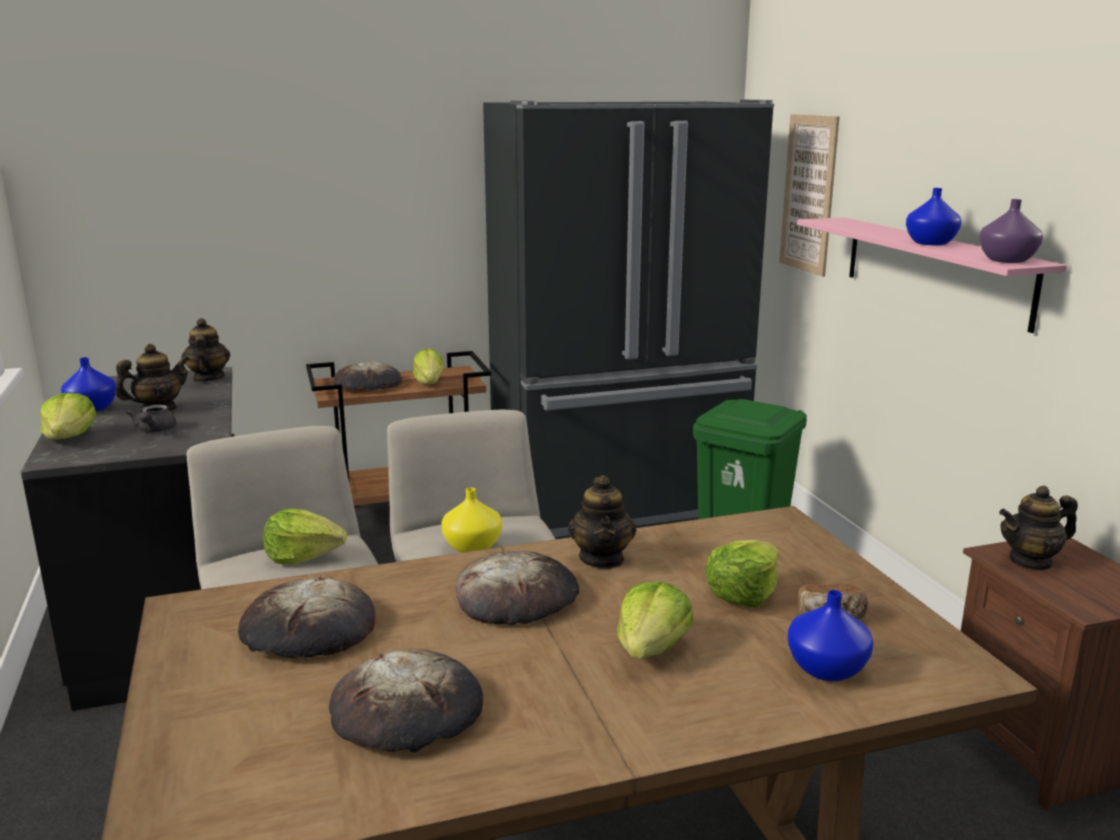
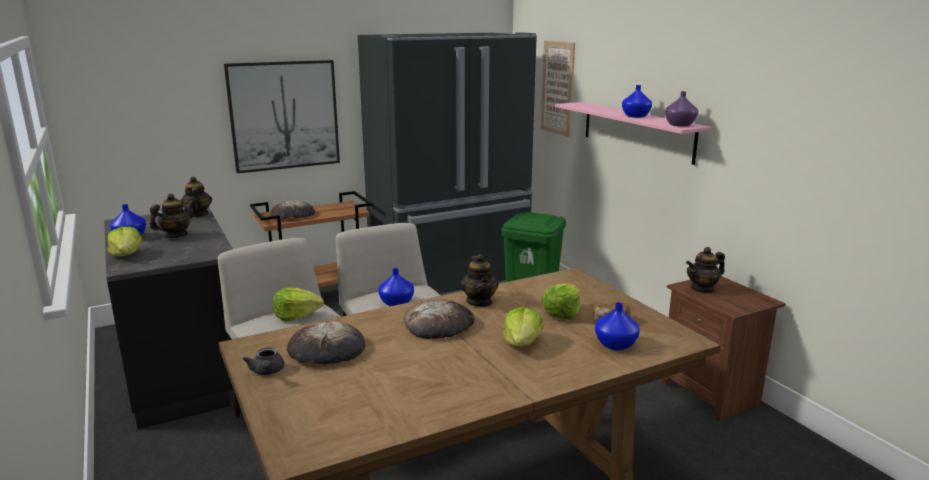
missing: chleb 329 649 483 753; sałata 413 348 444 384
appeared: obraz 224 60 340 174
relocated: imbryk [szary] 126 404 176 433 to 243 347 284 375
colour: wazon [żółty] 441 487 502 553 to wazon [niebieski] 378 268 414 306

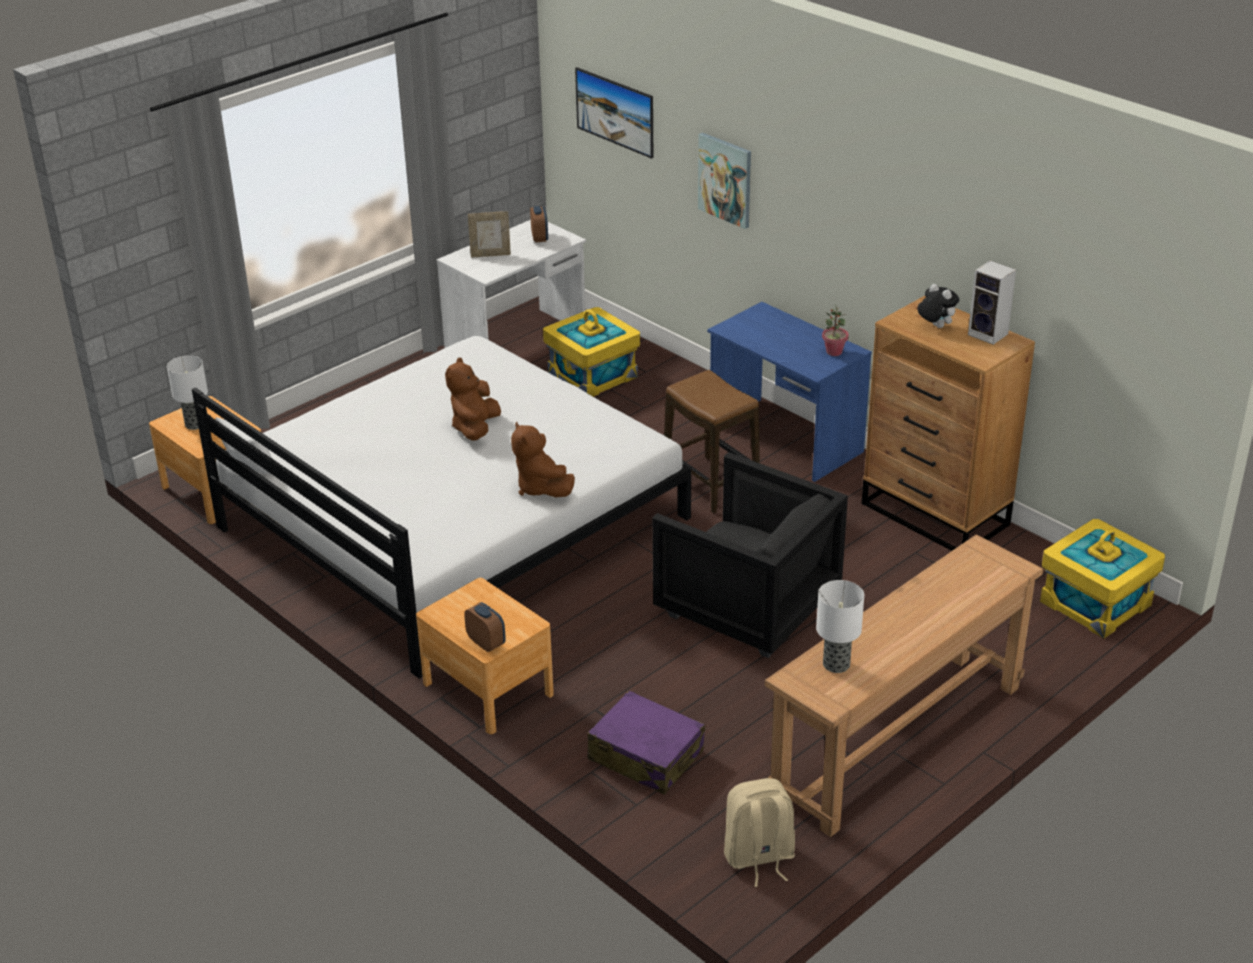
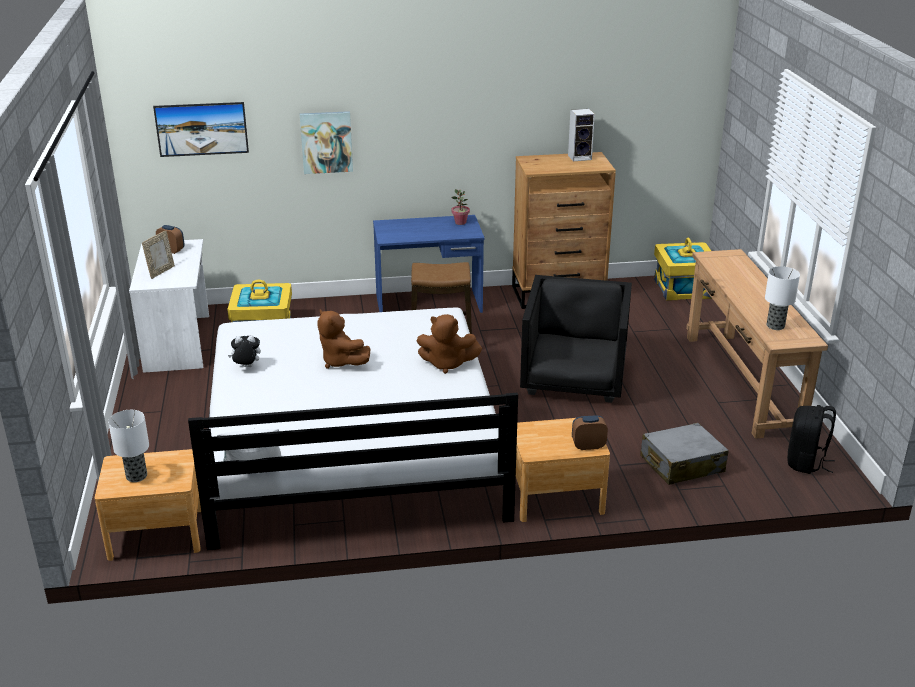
relocated: pluszak 917 284 959 328 to 228 335 261 367
colour: walizka [fioletowy] 588 690 705 795 to walizka [szary] 640 423 729 485; plecak [beżowy] 724 778 795 887 to plecak [czarny] 787 405 836 474
spun: fotel [czarny] 652 452 848 658 = 520 275 632 403 60 degrees counterclockwise

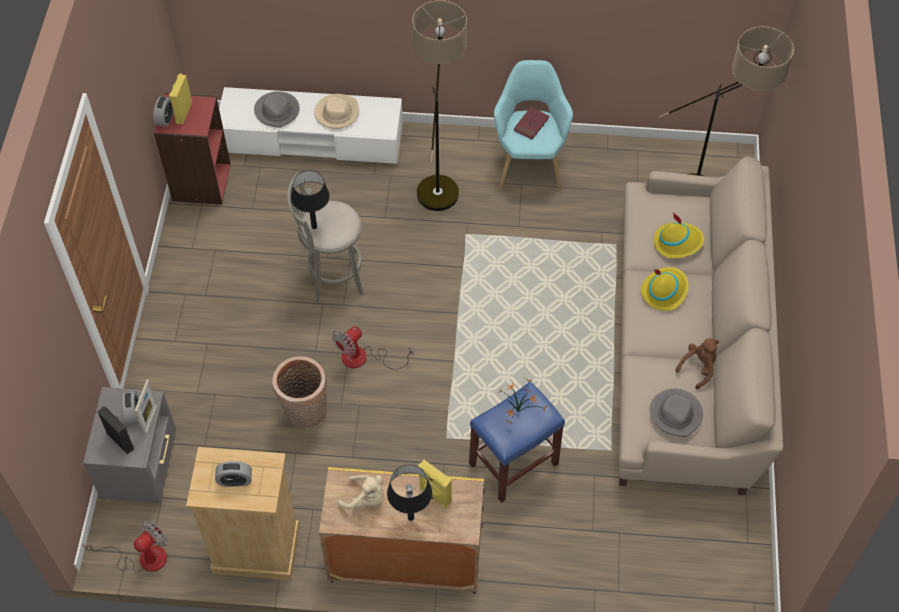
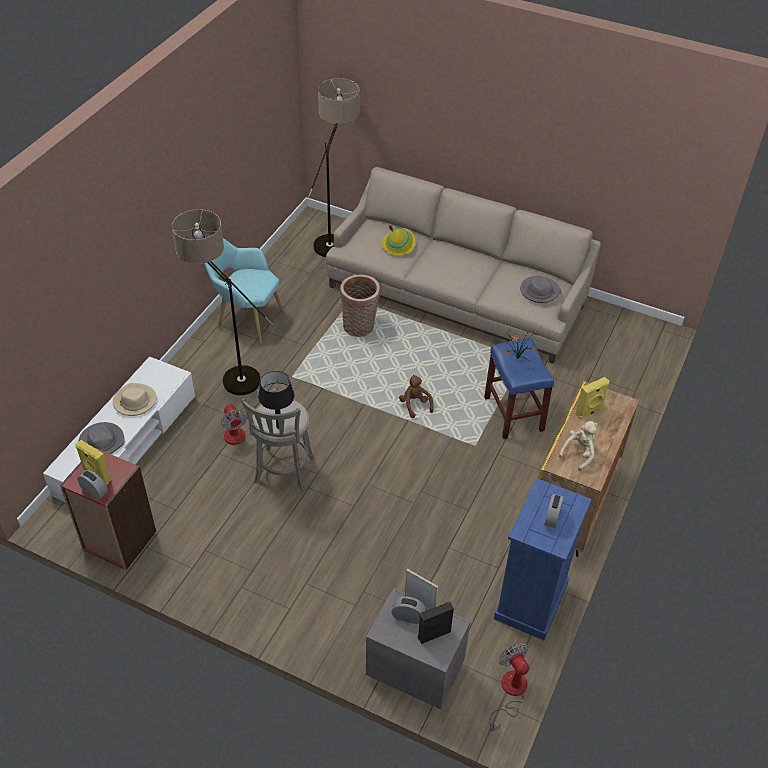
missing: lampa stołowa [czarny] 387 465 432 521; książka [czerwony] 514 107 549 140; kapelusz [żółty] 641 267 689 311
relocated: koszyk 272 356 327 429 to 340 274 380 337; wentylator 332 326 414 370 to 221 389 259 445; pluszak [brązowy] 675 338 719 389 to 399 375 433 418
colour: komoda [beżowy] 186 447 300 580 to komoda [niebieski] 494 478 592 640

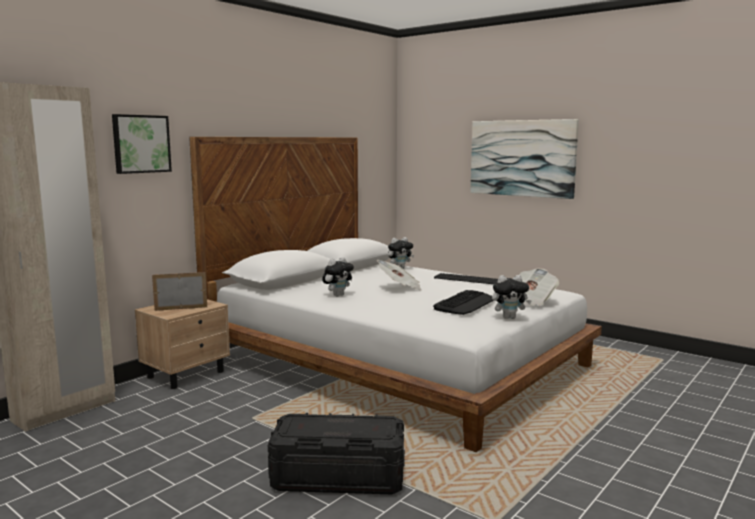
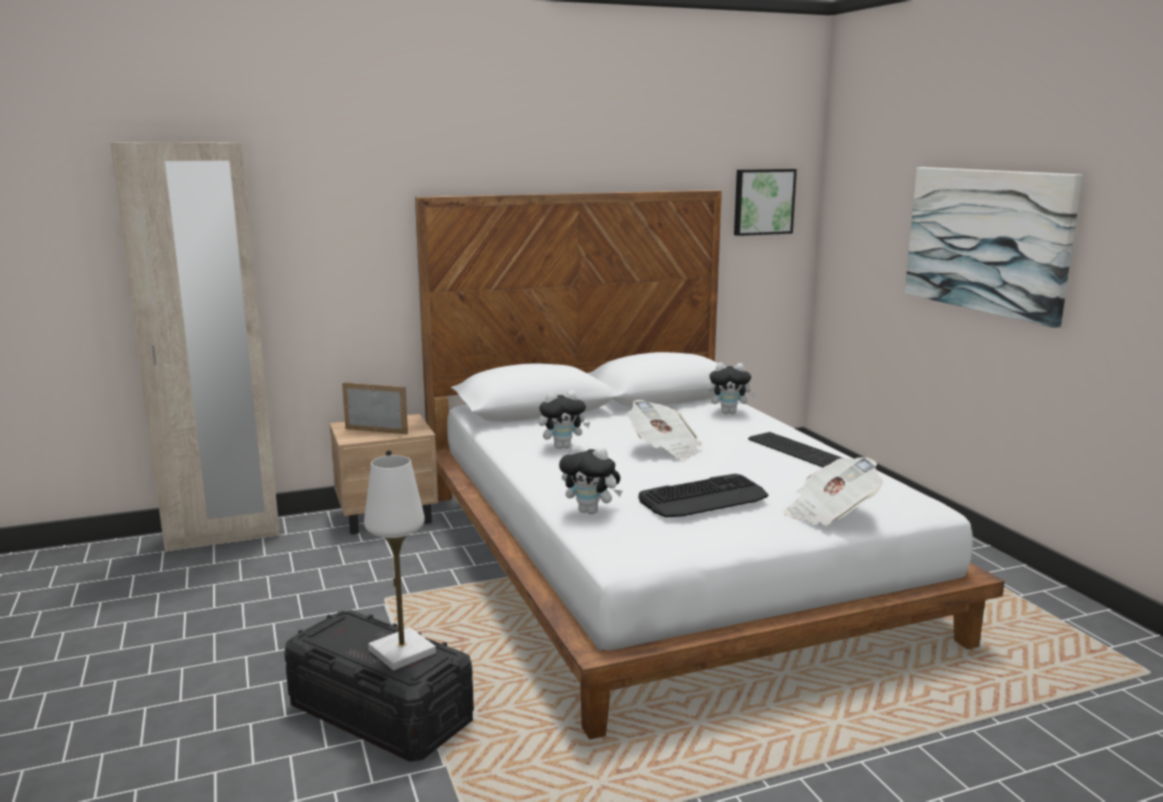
appeared: lampa stołowa [biały] 364 455 436 670
relocated: obraz 112 114 172 174 to 734 169 797 236; pluszak 492 275 532 319 to 559 443 622 514

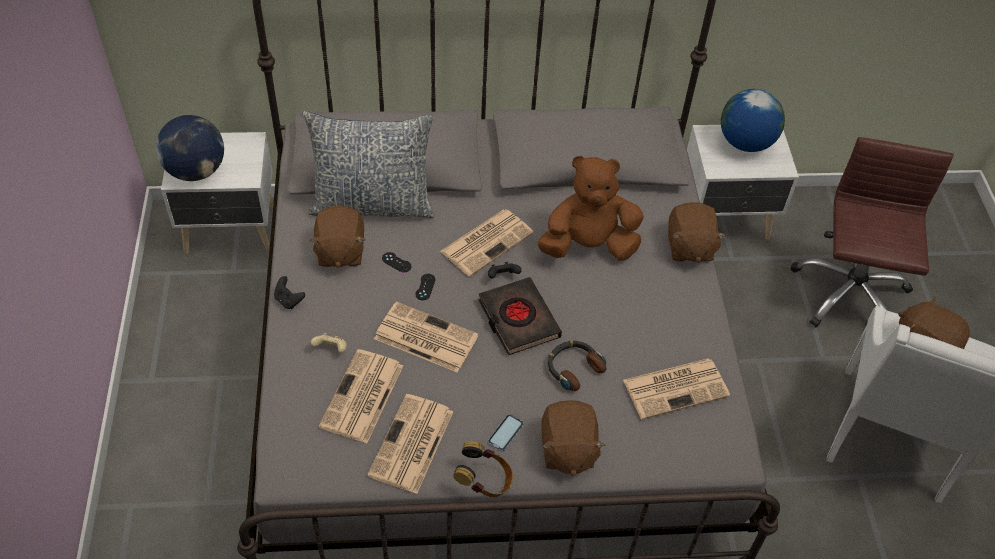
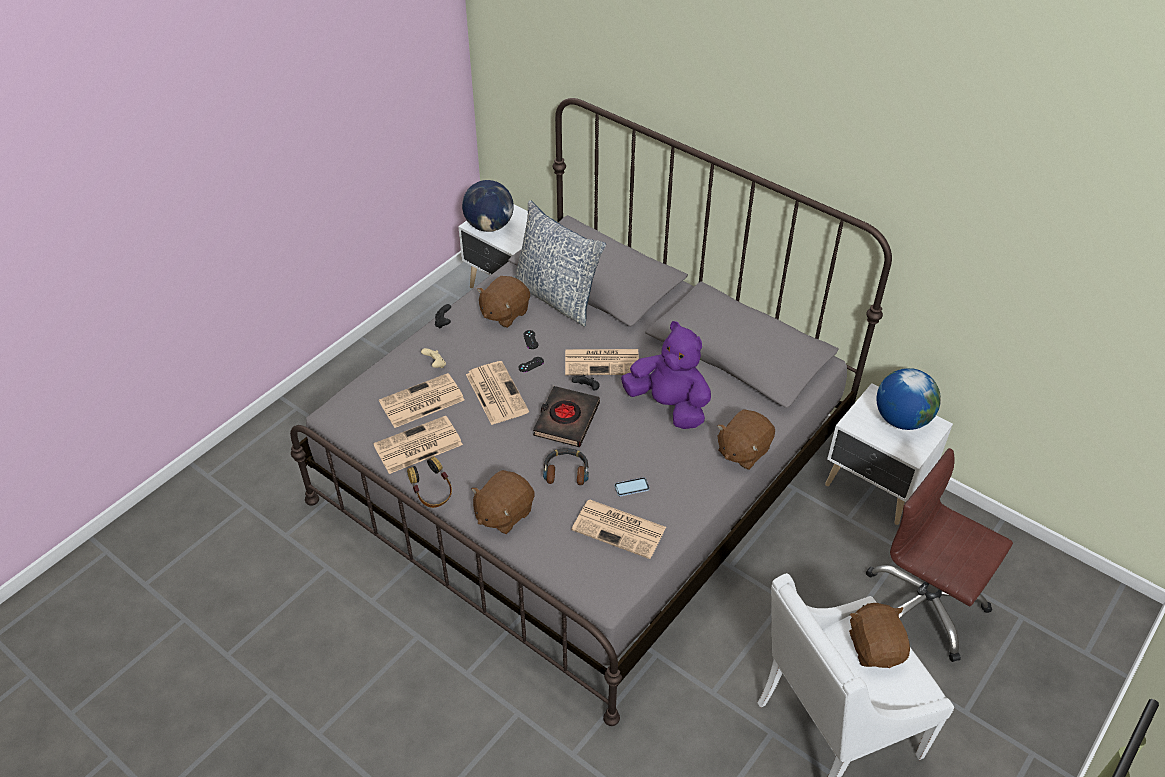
relocated: telefon 488 414 524 451 to 614 477 650 497
colour: pluszak [brązowy] 537 156 643 261 to pluszak [fioletowy] 621 321 711 429
spun: krzesło biurowe [brązowy] 791 137 954 328 = 866 448 1013 662 105 degrees counterclockwise

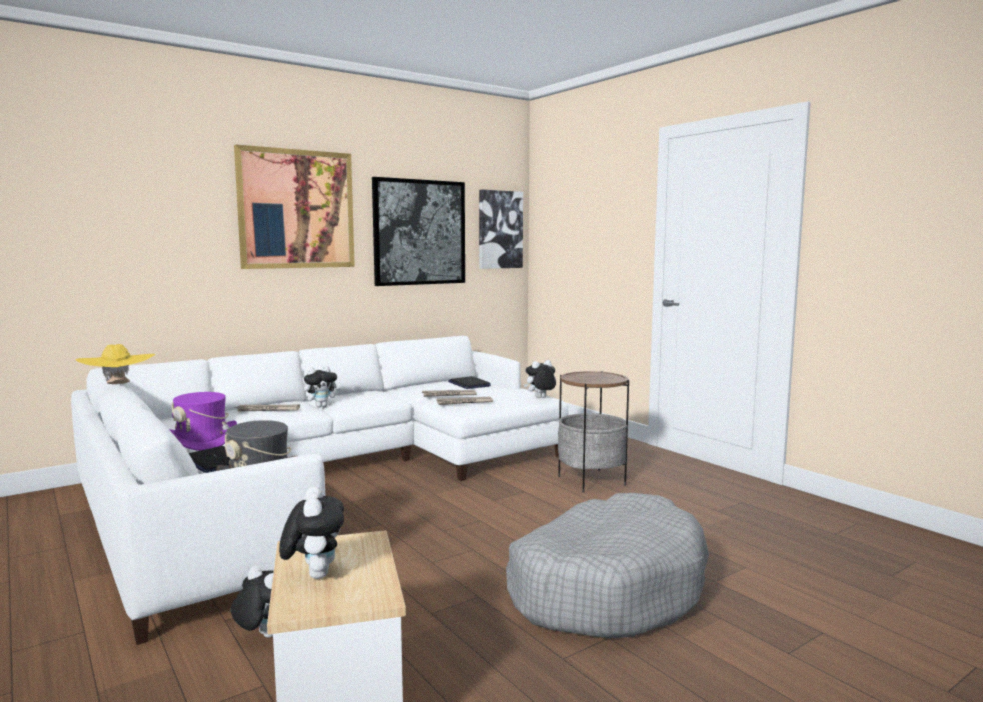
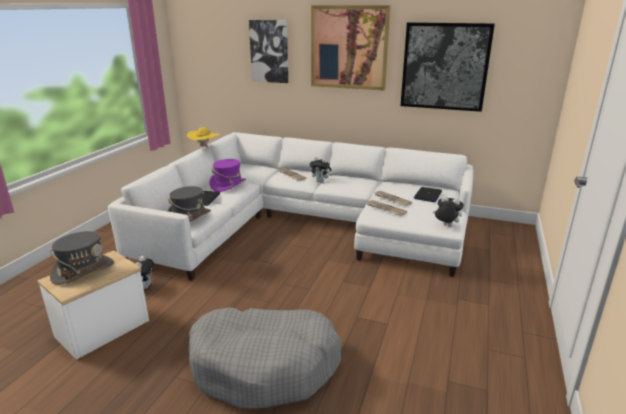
missing: stolik 558 371 629 493
relocated: obraz 479 190 523 269 to 249 20 288 83
exchanged: pluszak 279 486 344 579 to kapelusz [szary] 50 231 114 285

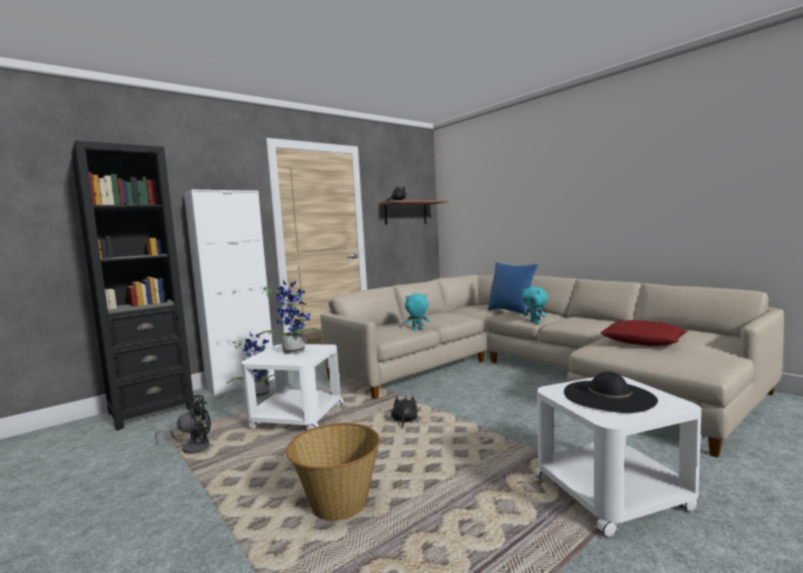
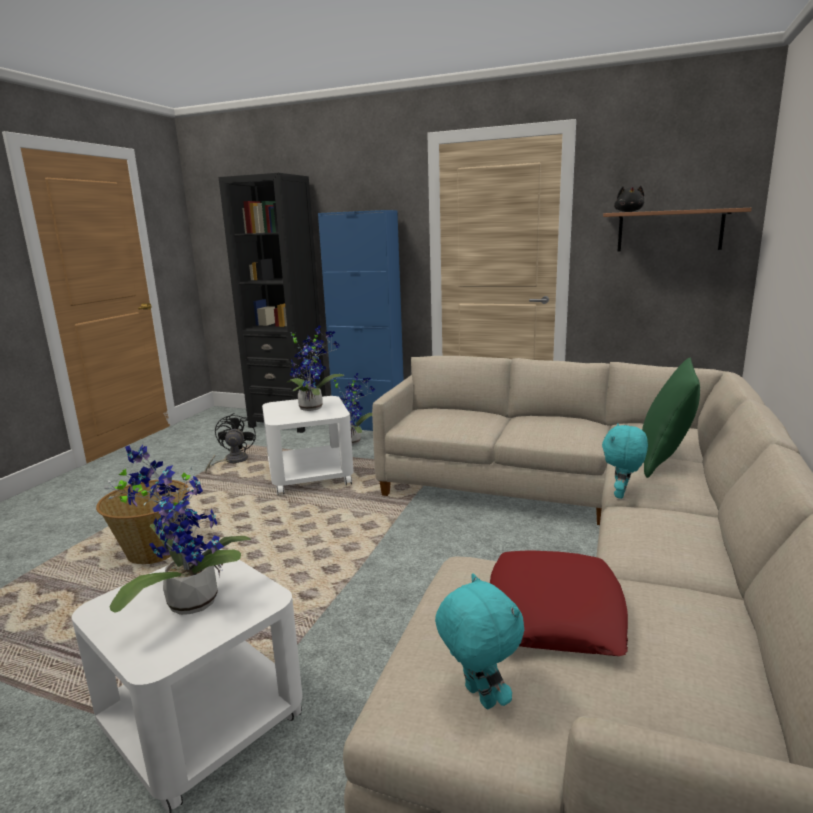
missing: pluszak [czarny] 391 396 418 428
relocated: pluszak [turkusowy] 405 293 430 330 to 435 573 524 709
exchanged: kapelusz [czarny] 564 372 658 413 to roślina doniczkowa 104 445 252 615
colour: szafka [biały] 184 190 275 396 to szafka [niebieski] 318 210 404 431; poduszka [niebieski] 488 262 538 315 to poduszka [zielony] 642 357 700 478
spun: wentylator [czarny] 155 395 211 454 = 205 413 256 474 135 degrees counterclockwise

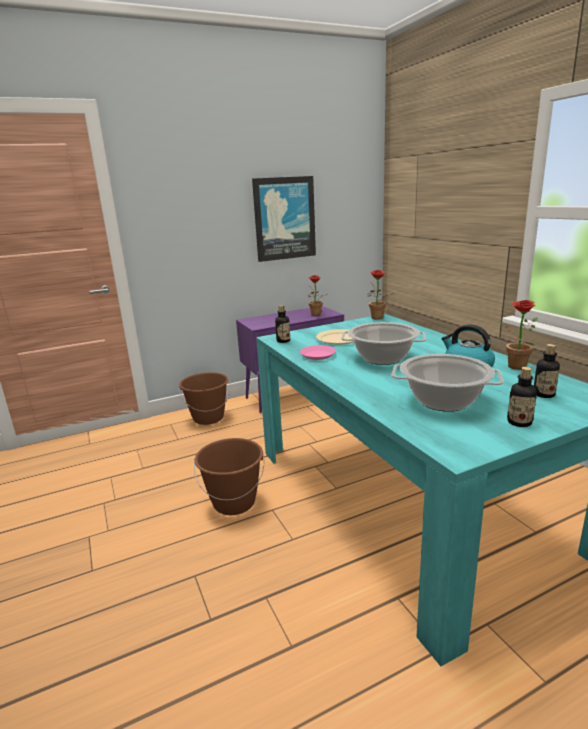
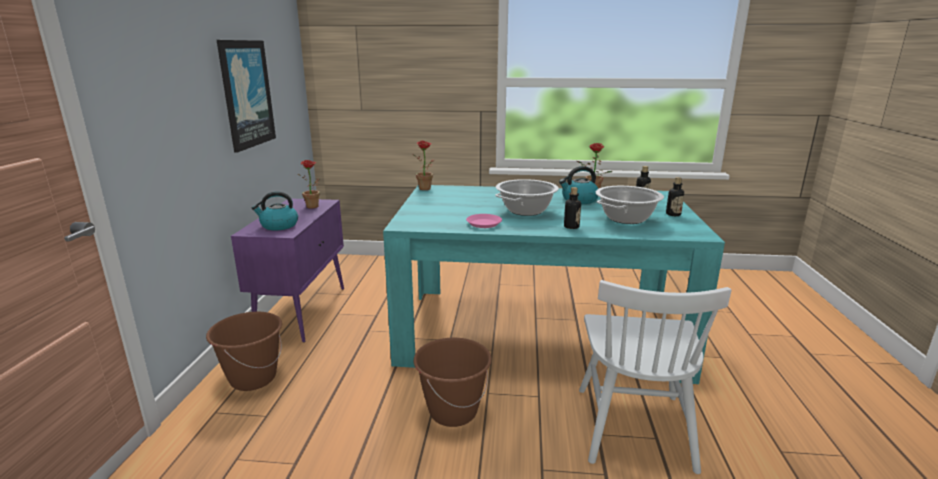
missing: talerz [beżowy] 316 329 354 345
appeared: czajnik 252 192 298 231; krzesło [biały] 579 280 731 474
relocated: butelka 275 305 290 343 to 564 187 581 229

